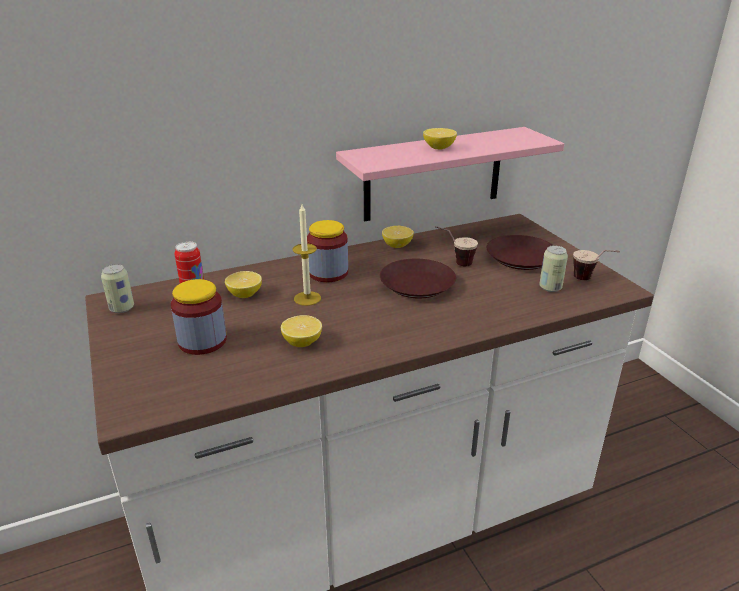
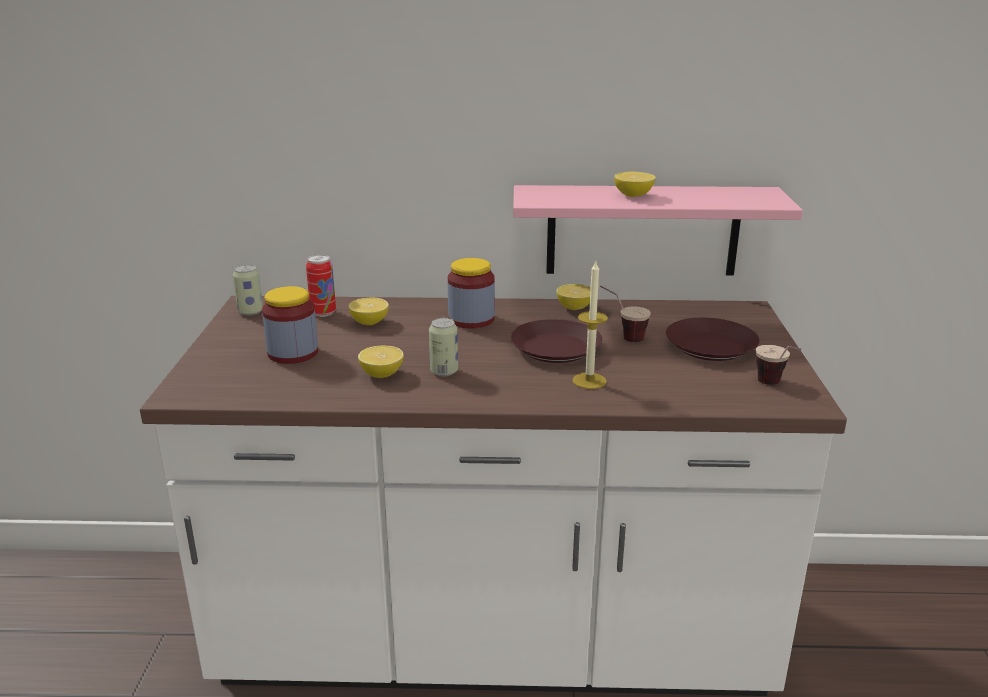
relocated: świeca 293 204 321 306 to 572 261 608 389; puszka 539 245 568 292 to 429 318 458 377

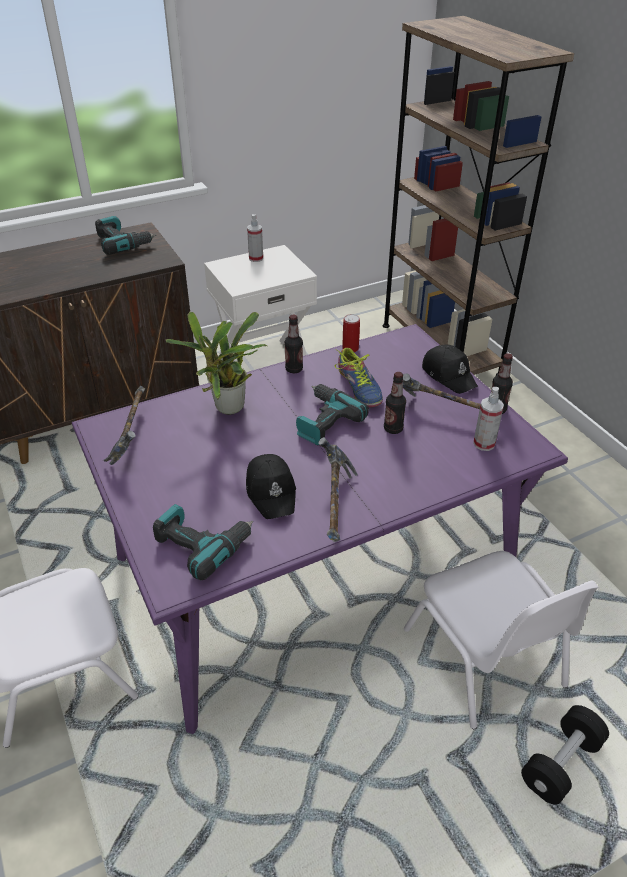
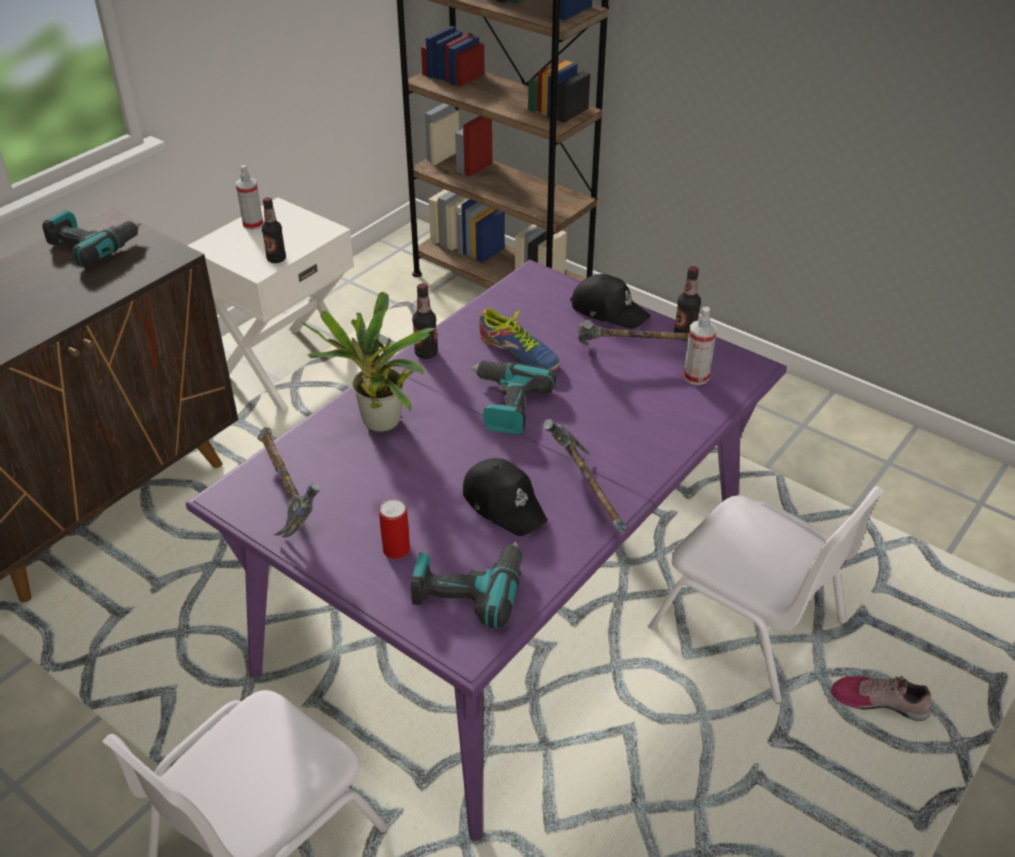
relocated: puszka 342 314 360 352 to 379 499 410 559; butelka 384 372 406 434 to 262 197 286 263
exchanged: hantel [czarny] 521 705 609 805 to but 831 676 932 721

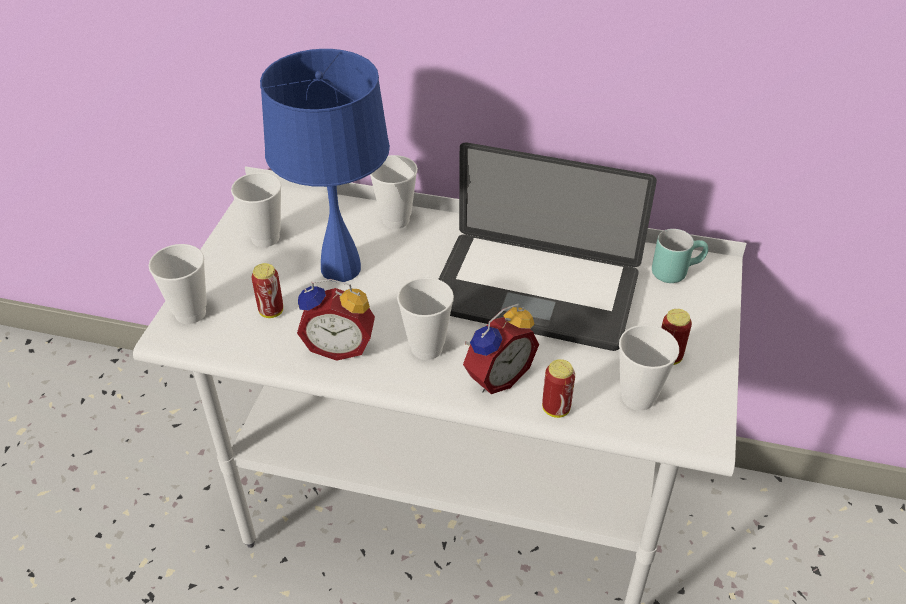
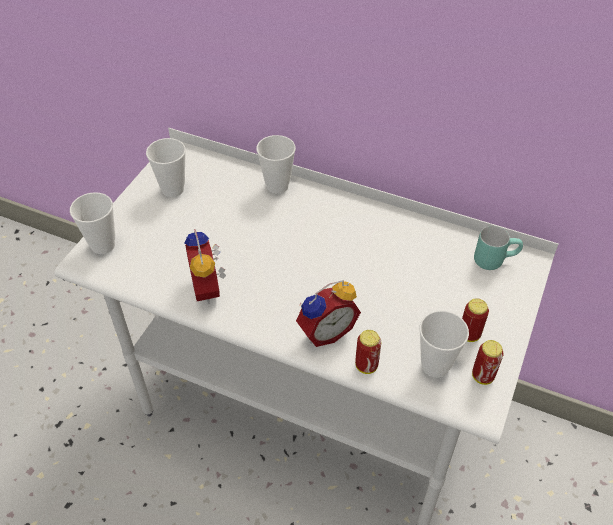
missing: lampa stołowa [niebieski] 260 49 390 282; filiżanka 397 277 454 360; laptop 439 142 657 351
relocated: puszka 251 263 283 318 to 472 340 503 385
spun: budzik 297 279 375 361 = 185 230 226 304 60 degrees clockwise

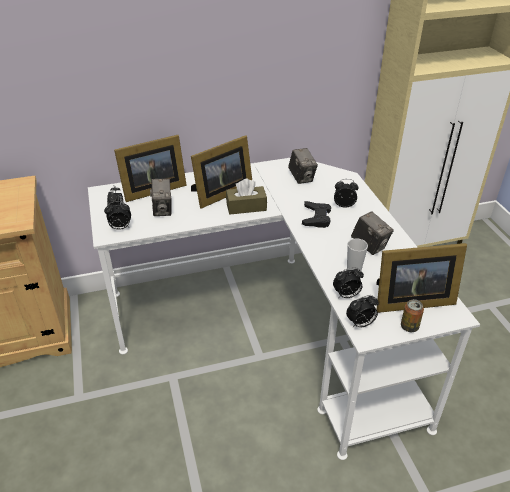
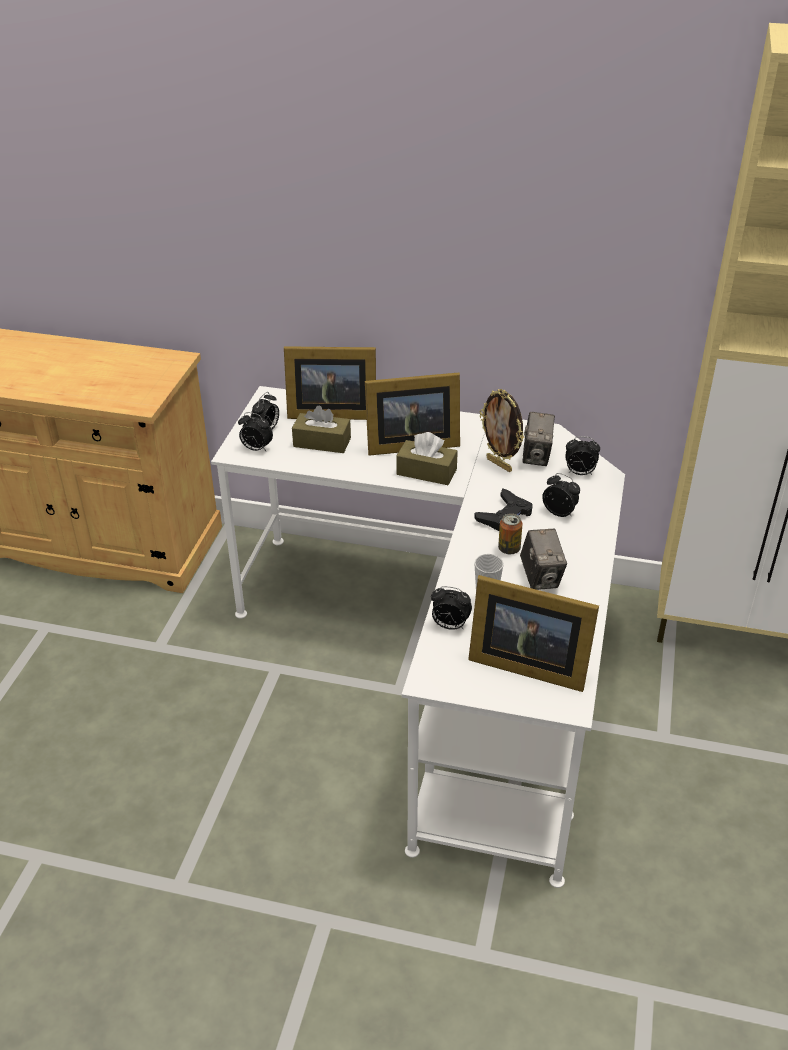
appeared: ramka na zdjęcie 480 389 524 472
relocated: budzik 346 295 379 328 to 565 436 600 475; puszka 401 299 424 332 to 498 513 522 554
exchanged: aparat fotograficzny 150 179 172 216 to pudełko chusteczek [brązowy] 292 405 351 453

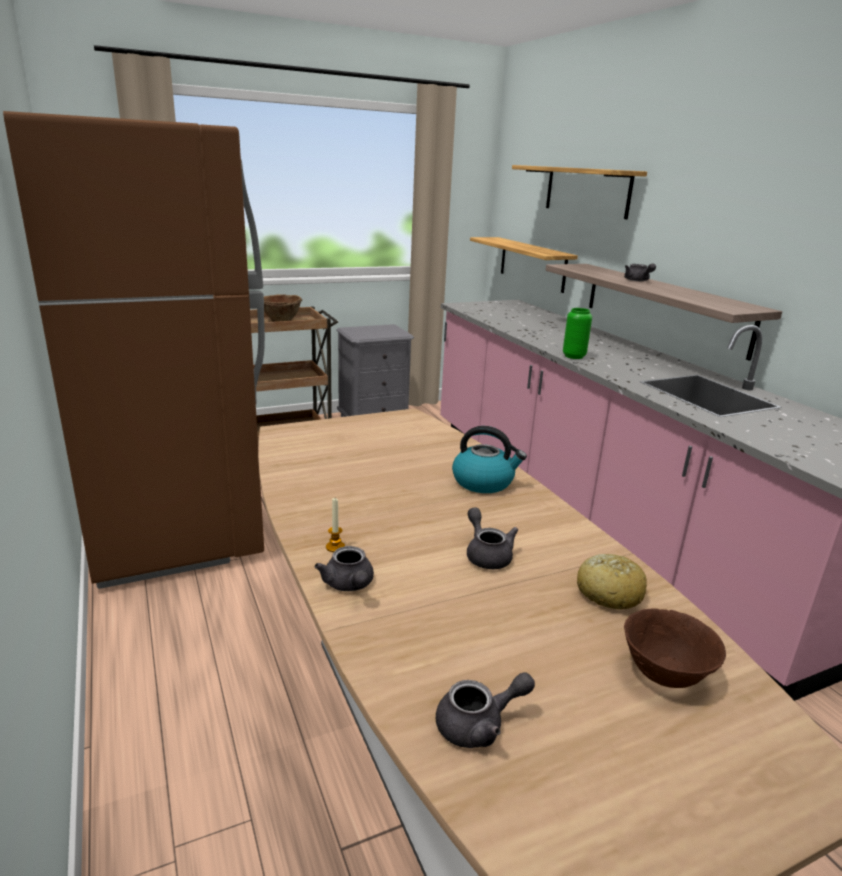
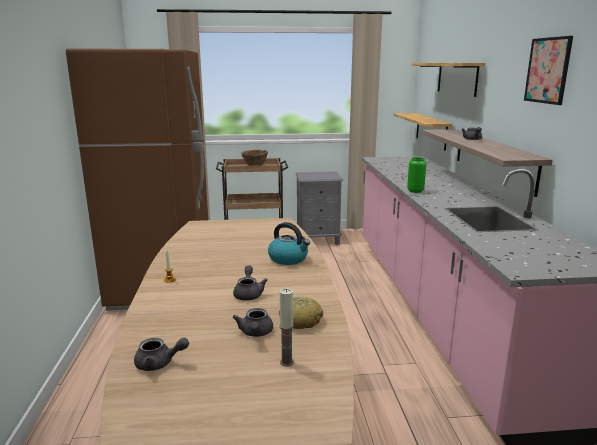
appeared: obraz 524 36 573 105
relocated: imbryk [szary] 315 546 374 591 to 233 308 273 337
exchanged: miska [brązowy] 624 608 726 688 to świeca 279 288 294 367

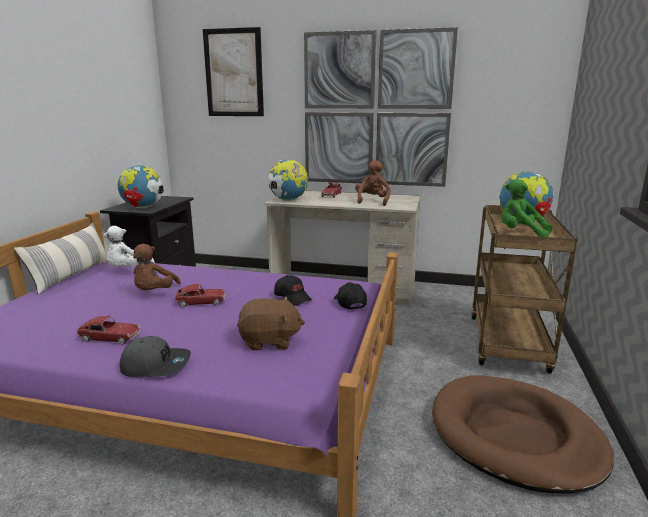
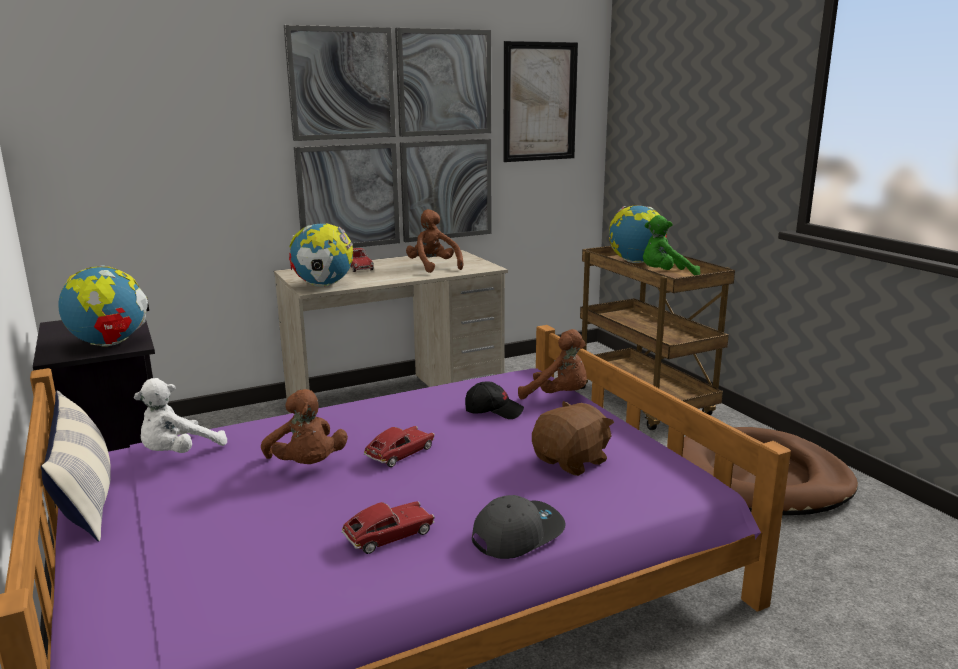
relocated: obraz 203 27 264 116 to 503 41 578 162
exchanged: czapka z daszkiem [czarny] 334 282 367 310 to pluszak [brązowy] 518 329 587 400
spun: pluszak [biały] 103 226 155 267 = 134 378 227 453 45 degrees clockwise

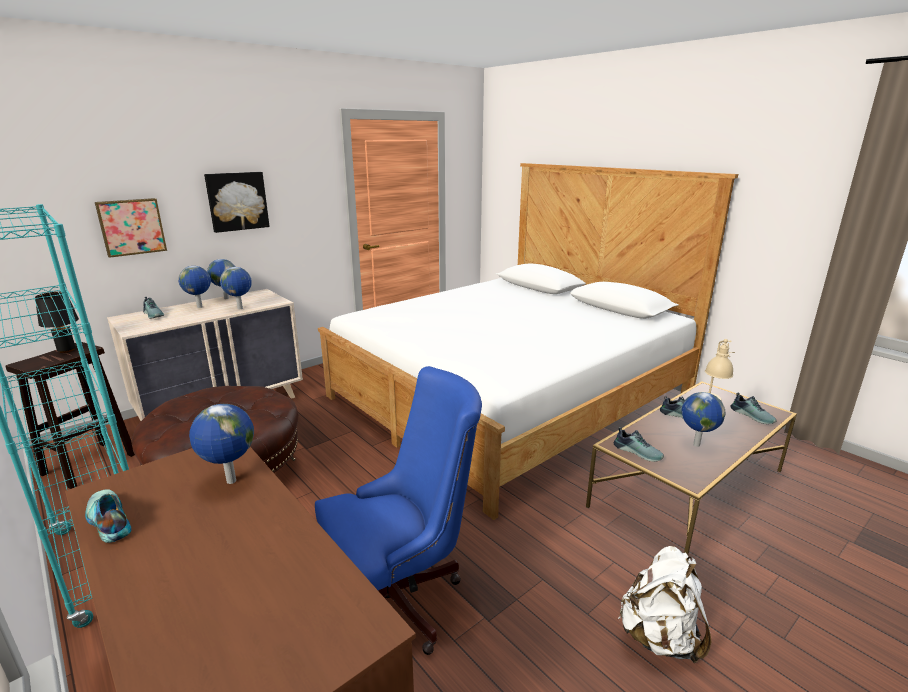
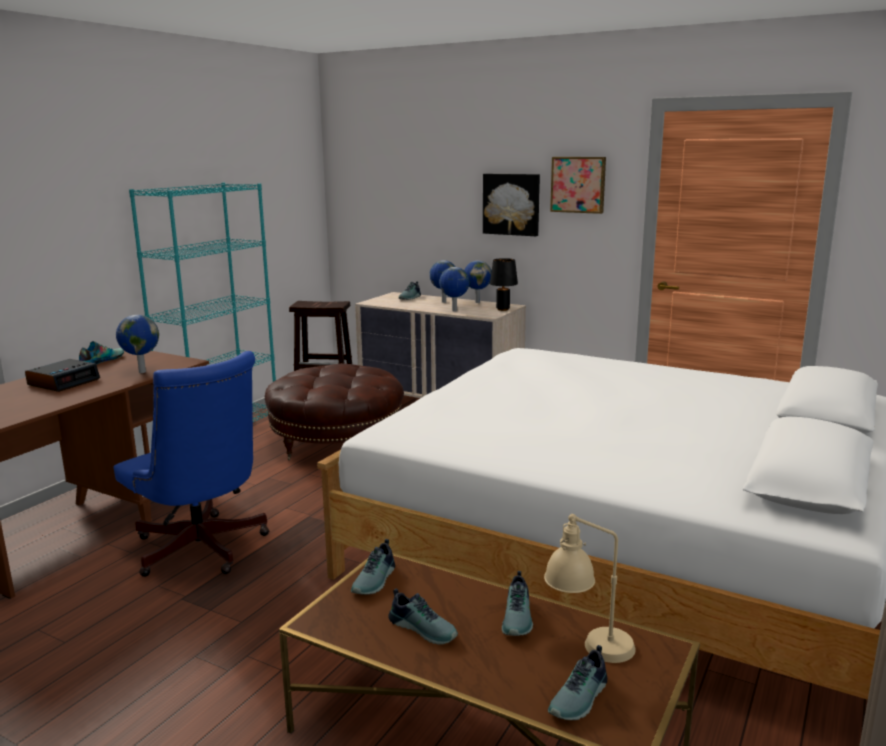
missing: plecak [biały] 618 546 711 663
appeared: budzik 25 359 100 392
relocated: lampa stołowa [czarny] 35 292 79 353 to 490 258 518 311; obraz 95 198 167 258 to 550 157 606 214
exchanged: globus 682 392 725 447 to but 388 588 458 644

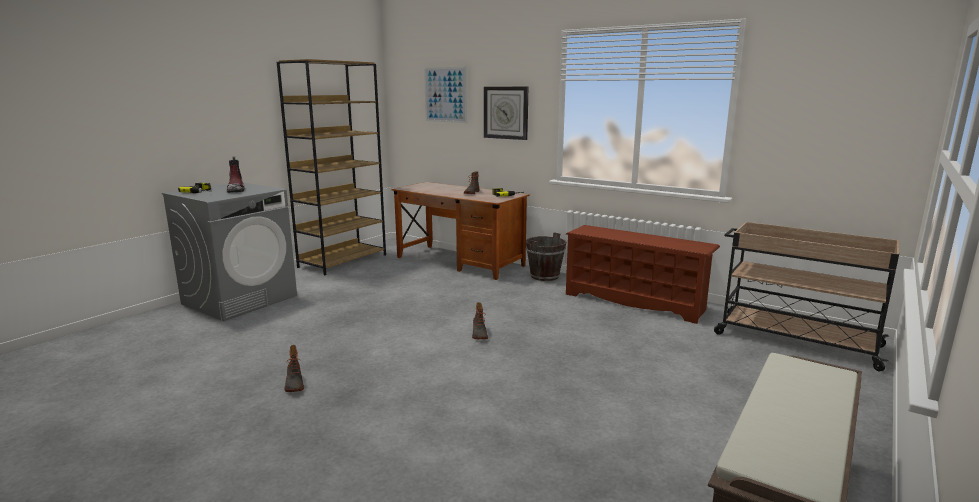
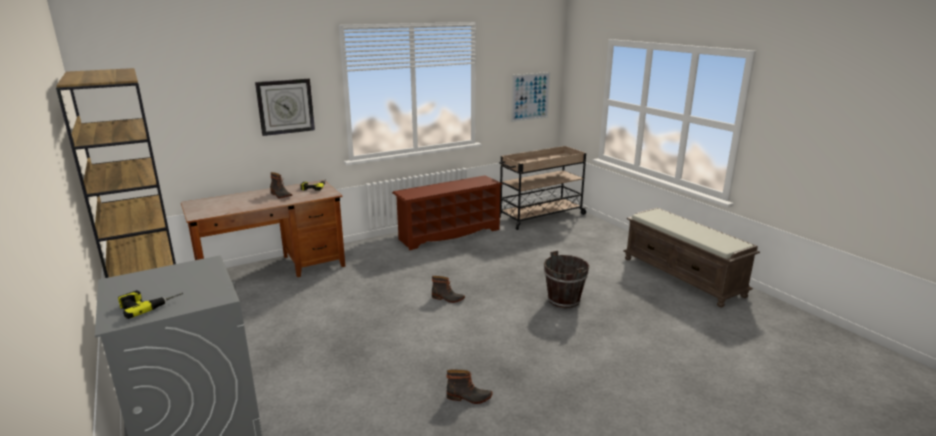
missing: but z cholewką 227 156 245 193
relocated: obraz 424 67 467 123 to 511 72 550 122; wiadro [brązowy] 526 233 566 281 to 544 251 590 308

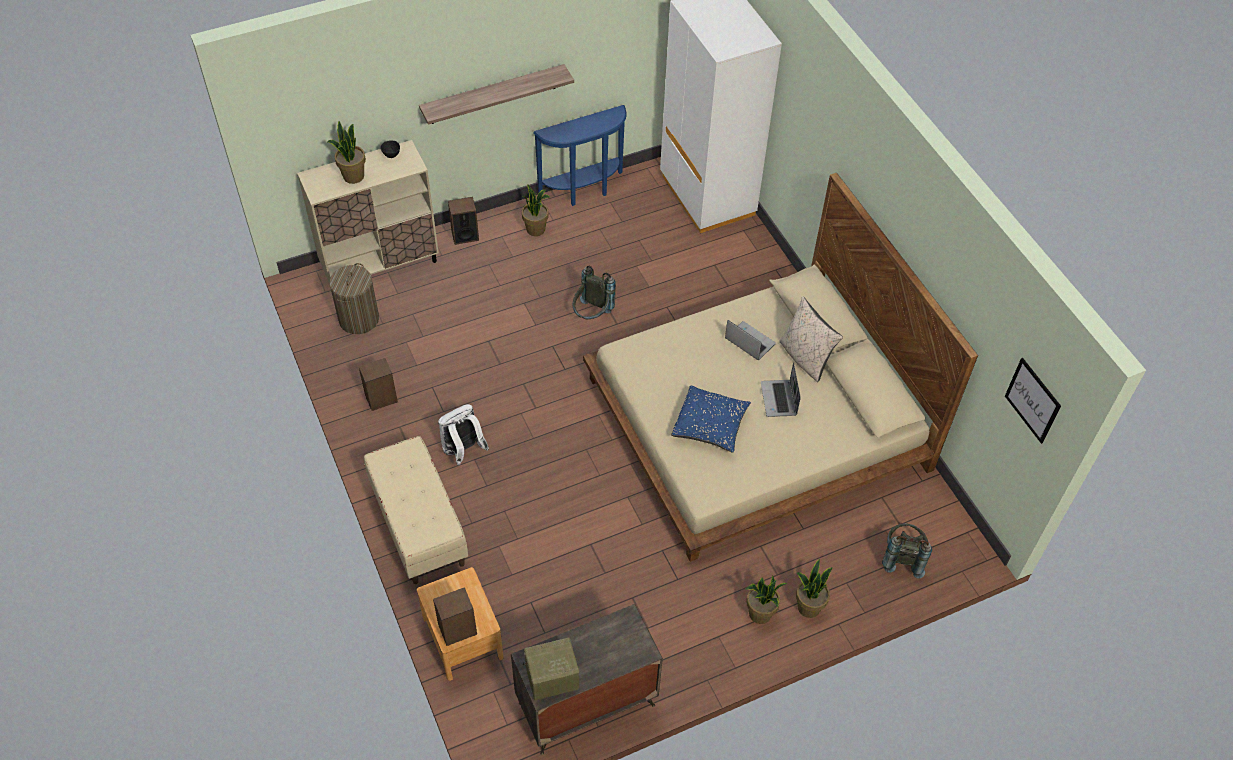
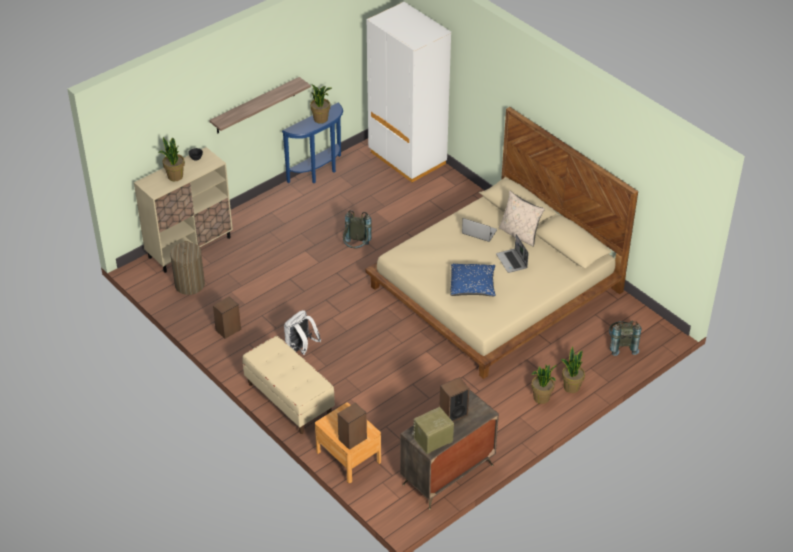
missing: obraz 1005 358 1061 444
relocated: głośnik 448 197 479 245 to 439 377 469 422; roślina doniczkowa 522 184 550 236 to 310 85 332 124

